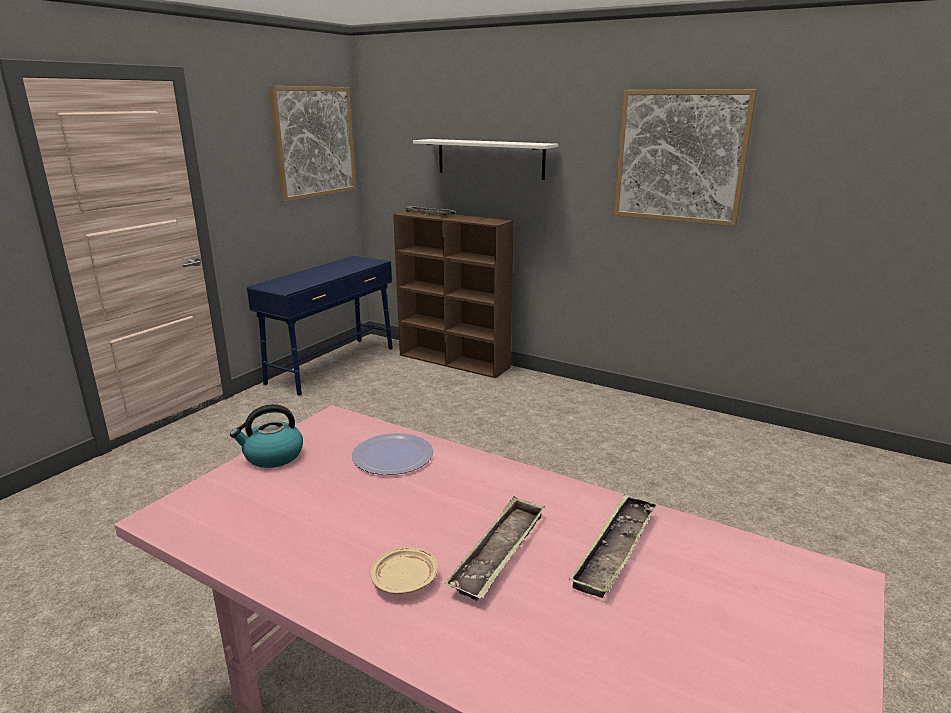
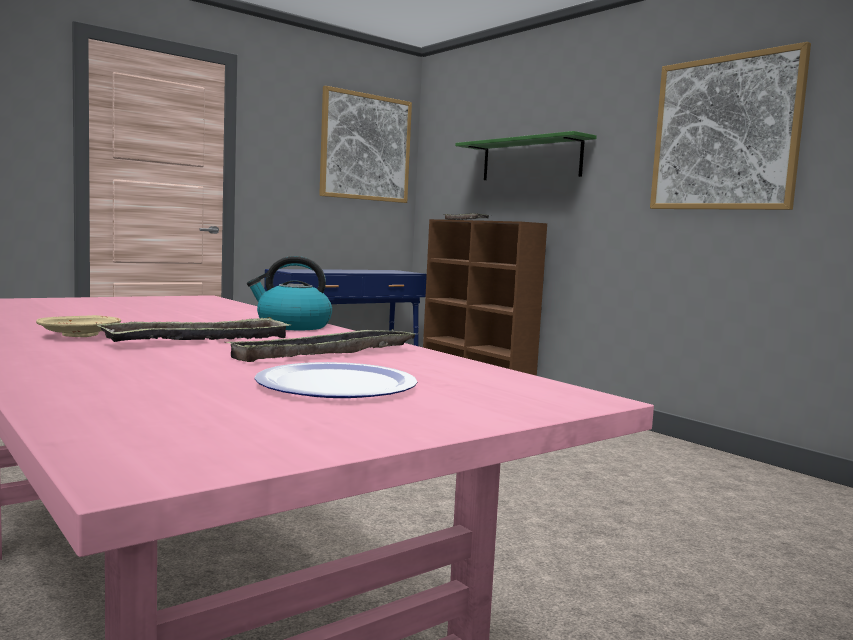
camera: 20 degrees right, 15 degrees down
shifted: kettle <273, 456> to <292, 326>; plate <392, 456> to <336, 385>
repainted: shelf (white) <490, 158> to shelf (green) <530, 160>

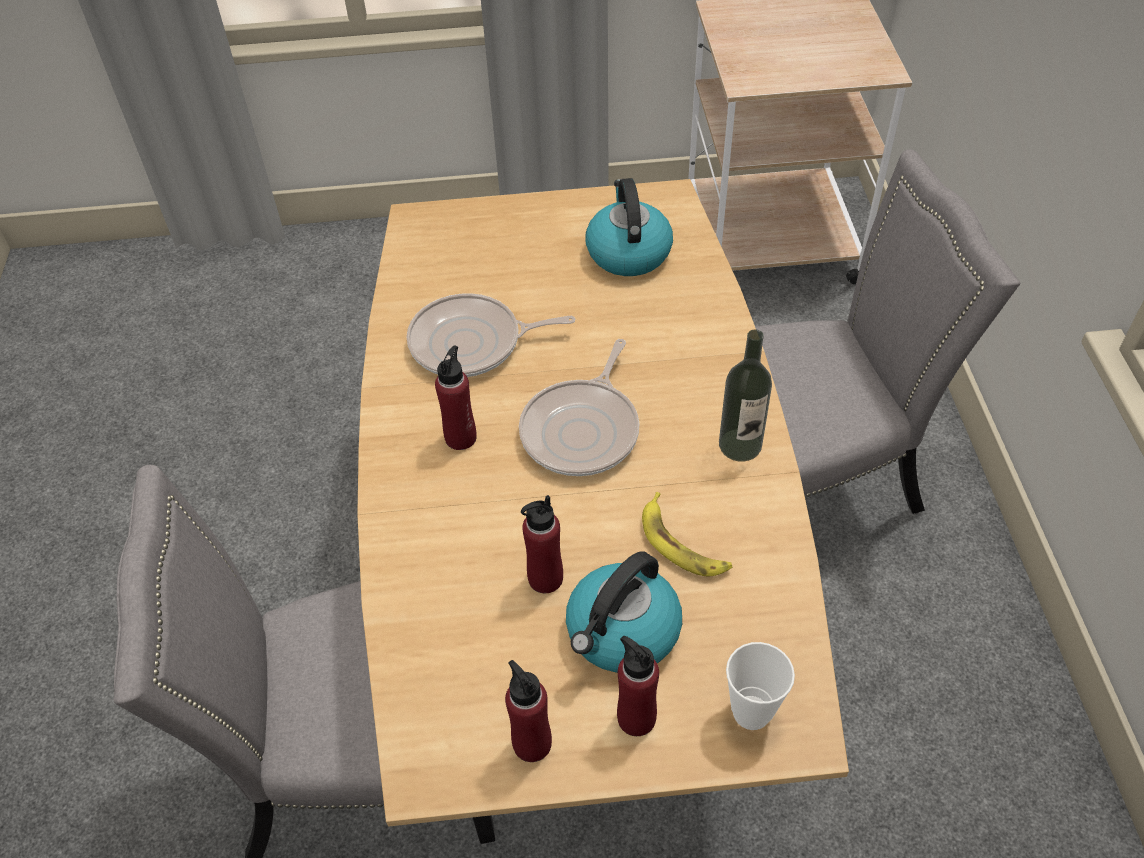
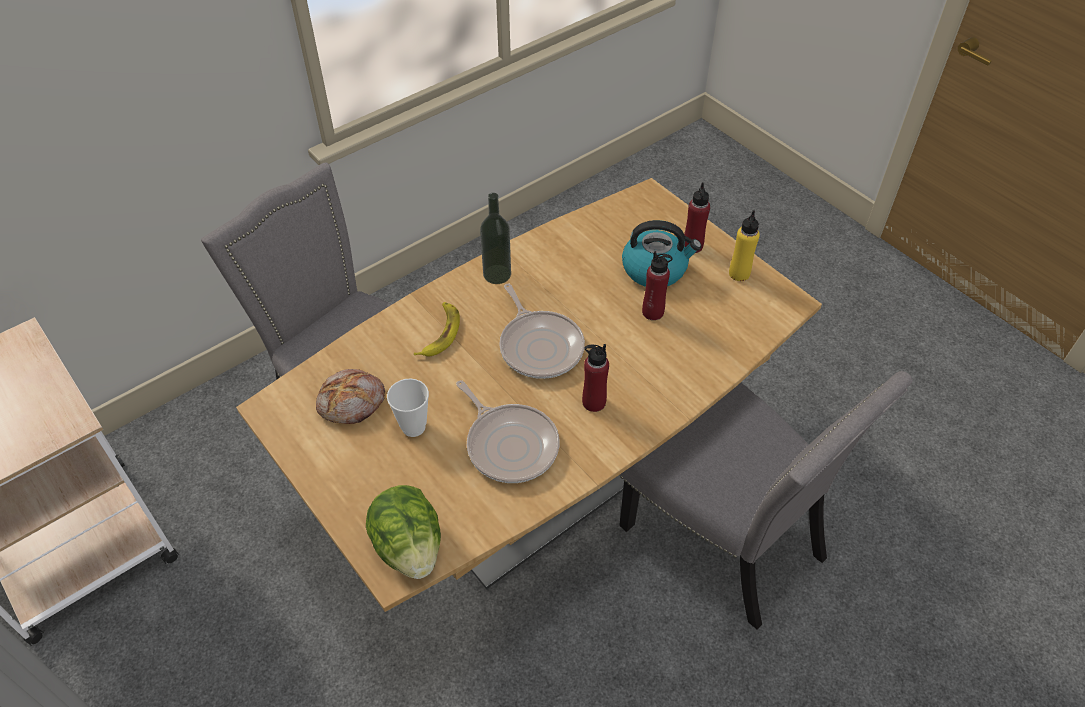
camera: 125 degrees left, 0 degrees up
new: lettuce <409, 547>
shifted: banana <682, 543> to <440, 333>; cup <751, 712> to <413, 427>
swapped: kettle <628, 252> to bread <352, 403>
repainted: bottle (red) <532, 743> to bottle (yellow) <739, 273>
rotated: frying pan <583, 430> = <540, 346> 75 degrees clockwise

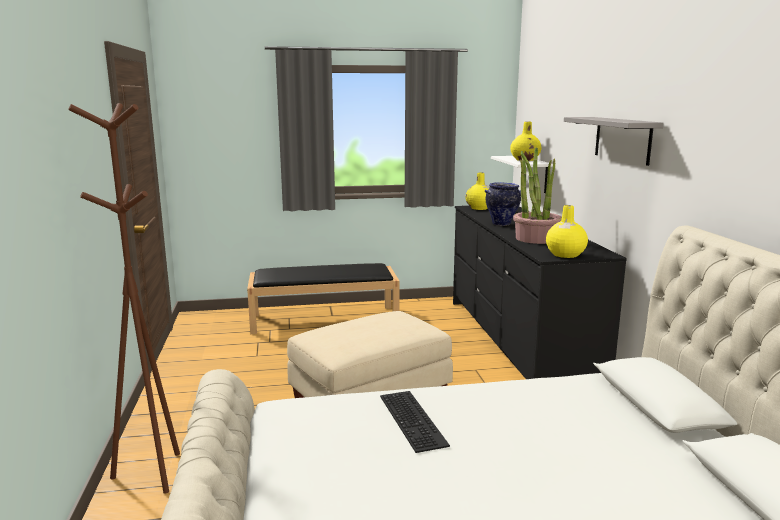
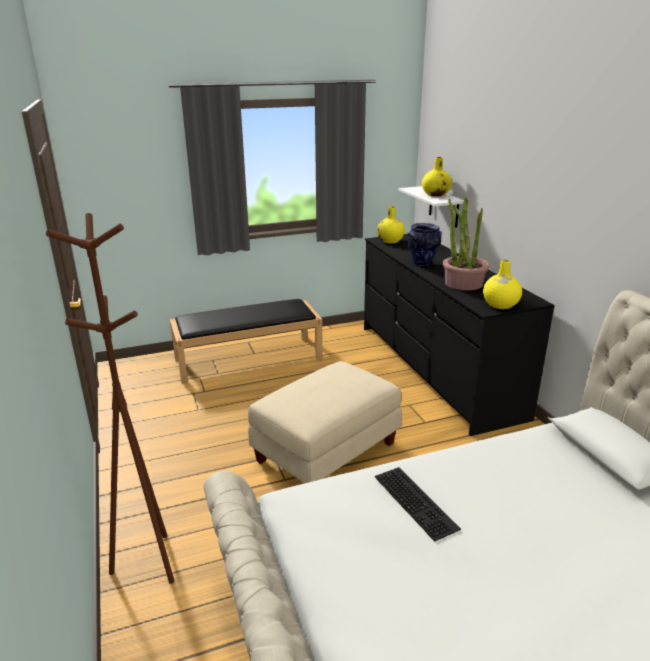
camera: 10 degrees left, 10 degrees up
gone: shelf (grey) <622, 139>

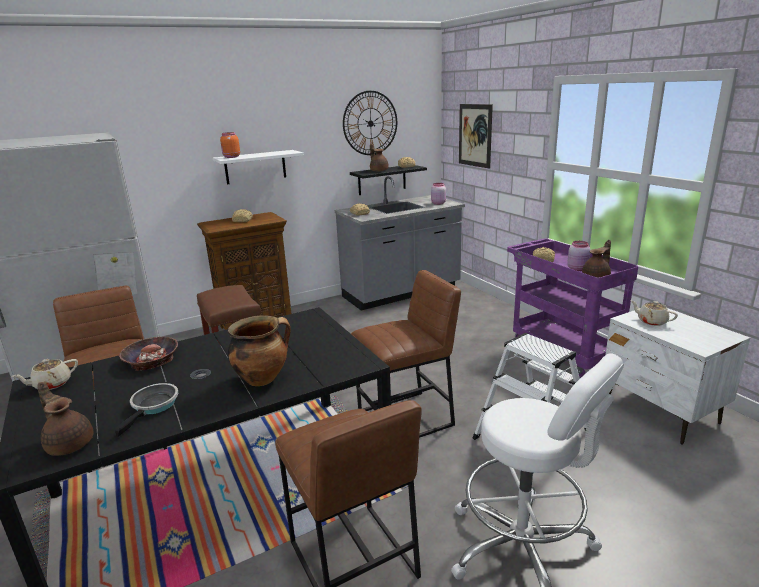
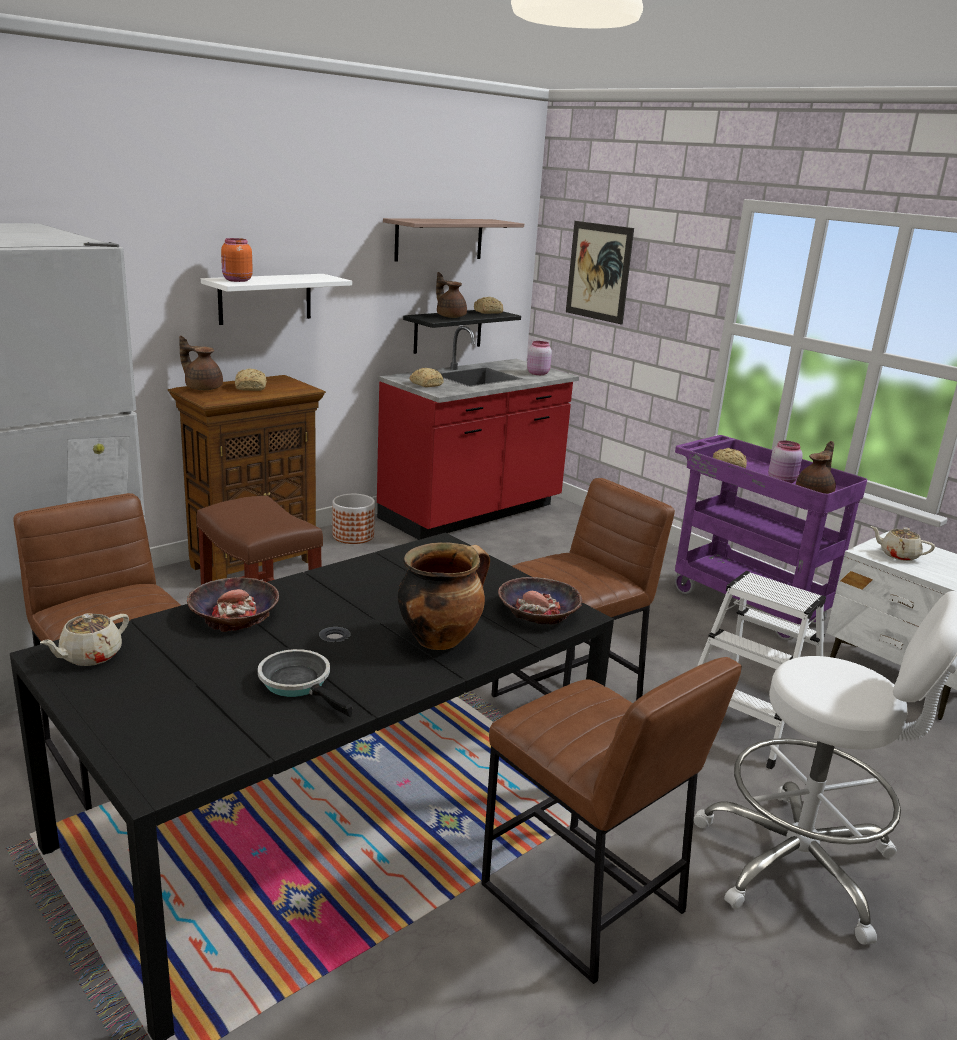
camera: 15 degrees left, 0 degrees up
new: planter <353, 536>; bowl <539, 612>
shifted: teapot (brown) <70, 443> to <203, 388>
swapped: wall clock <370, 123> to shelf <439, 239>
repainted: counter (grey) <402, 293> to counter (red) <472, 513>
rotated: frying pan <153, 406> = <299, 684> 45 degrees counterclockwise

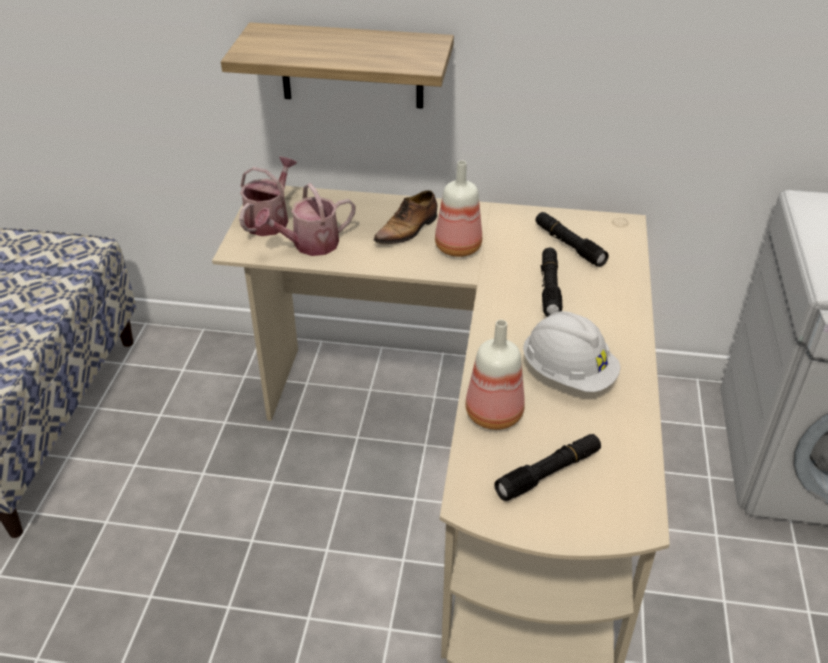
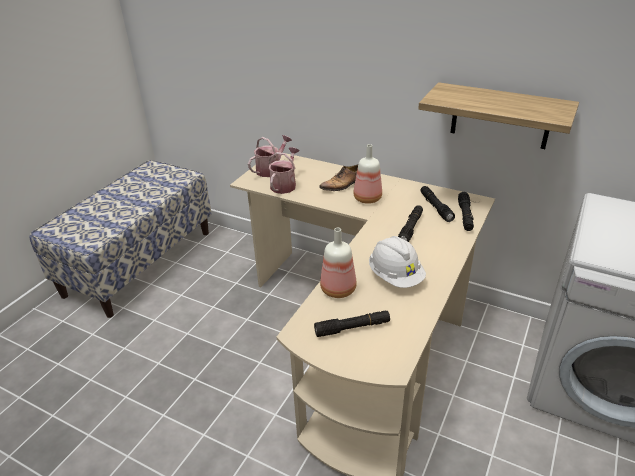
camera: 20 degrees right, 5 degrees down
new: flashlight (black) <465, 216>
shifted: shelf <351, 66> to <500, 116>
rotated: watering can <309, 245> = <284, 185> 120 degrees clockwise

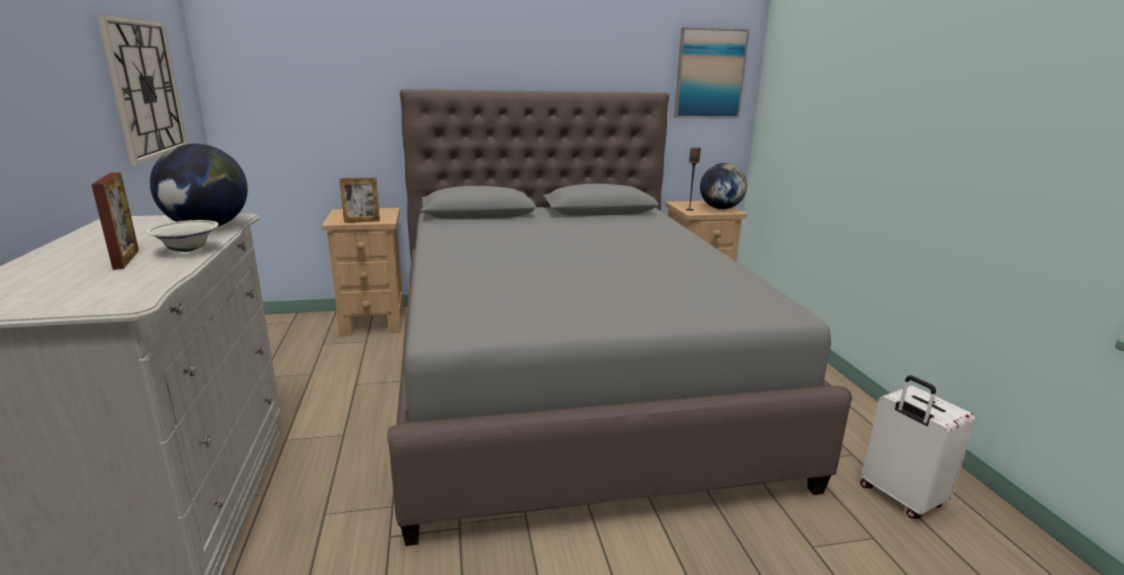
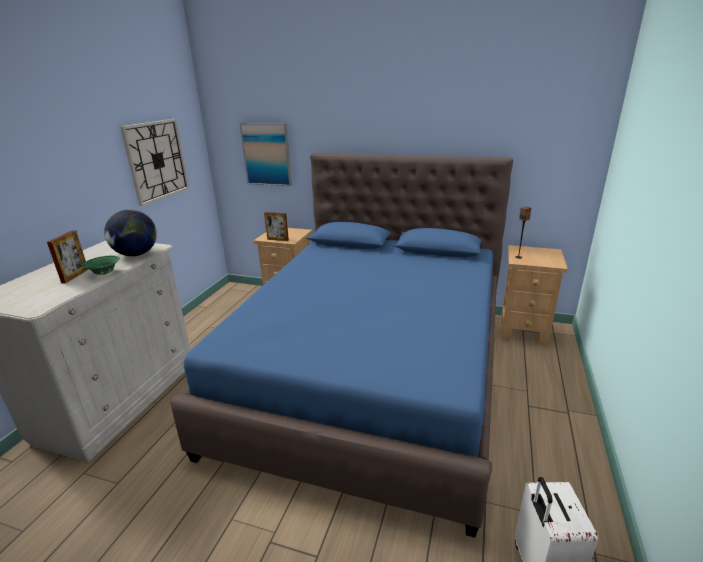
camera: 30 degrees right, 5 degrees up
gone: globe <720, 208>
shifted: picture <709, 74> to <267, 154>
repainted: bowl (white) <188, 250> to bowl (green) <104, 273>; bed (grey) <569, 377> to bed (blue) <372, 373>

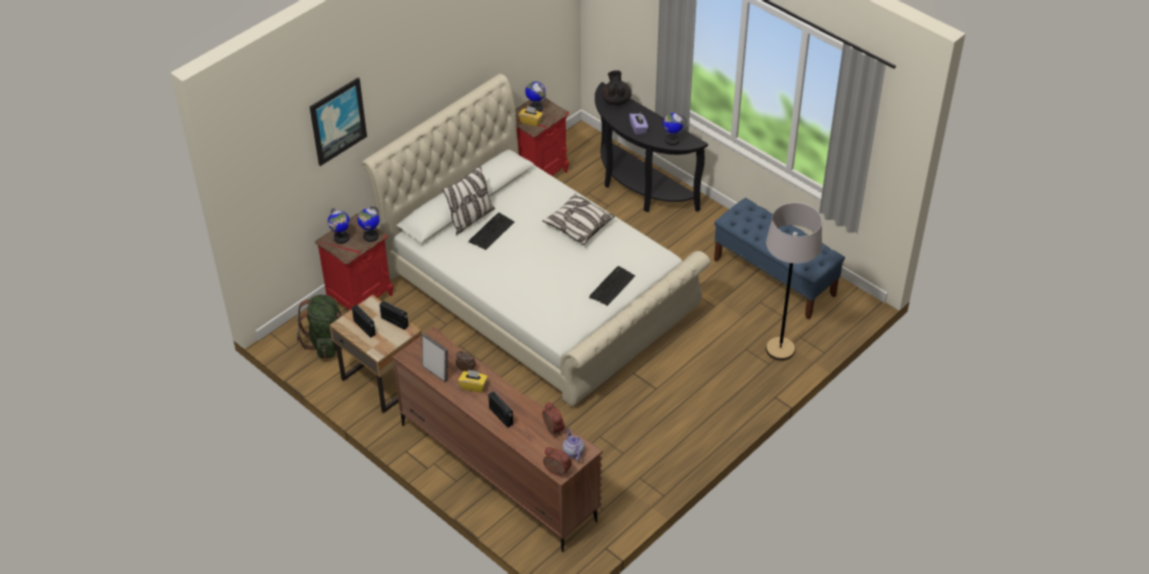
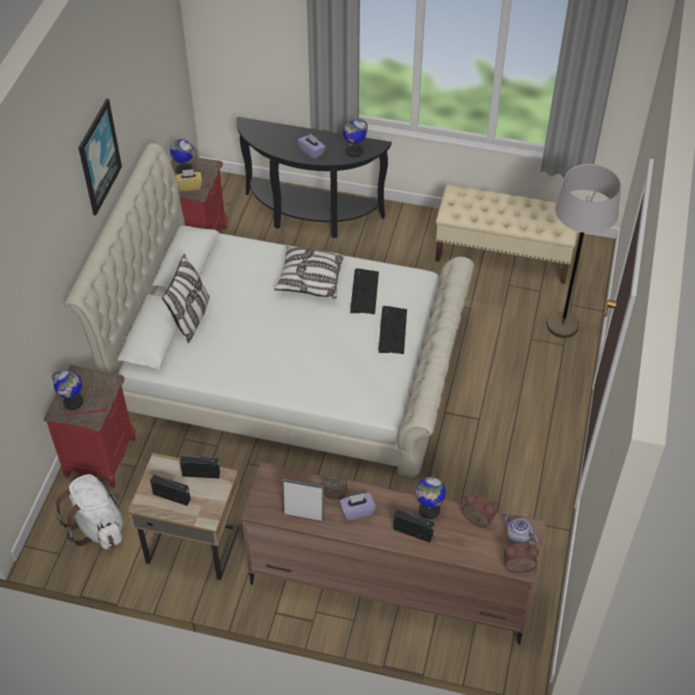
camera: 30 degrees left, 5 degrees up
gone: teapot (black) <616, 100>
shifted: picture <337, 121> to <98, 157>; globe <370, 236> to <429, 510>; keyboard <491, 232> to <364, 292>
repainted: backpack (green) <326, 342> to backpack (white) <98, 526>; tissue box (yellow) <473, 386> to tissue box (purple) <357, 511>; bench (blue) <774, 277> to bench (beige) <503, 255>

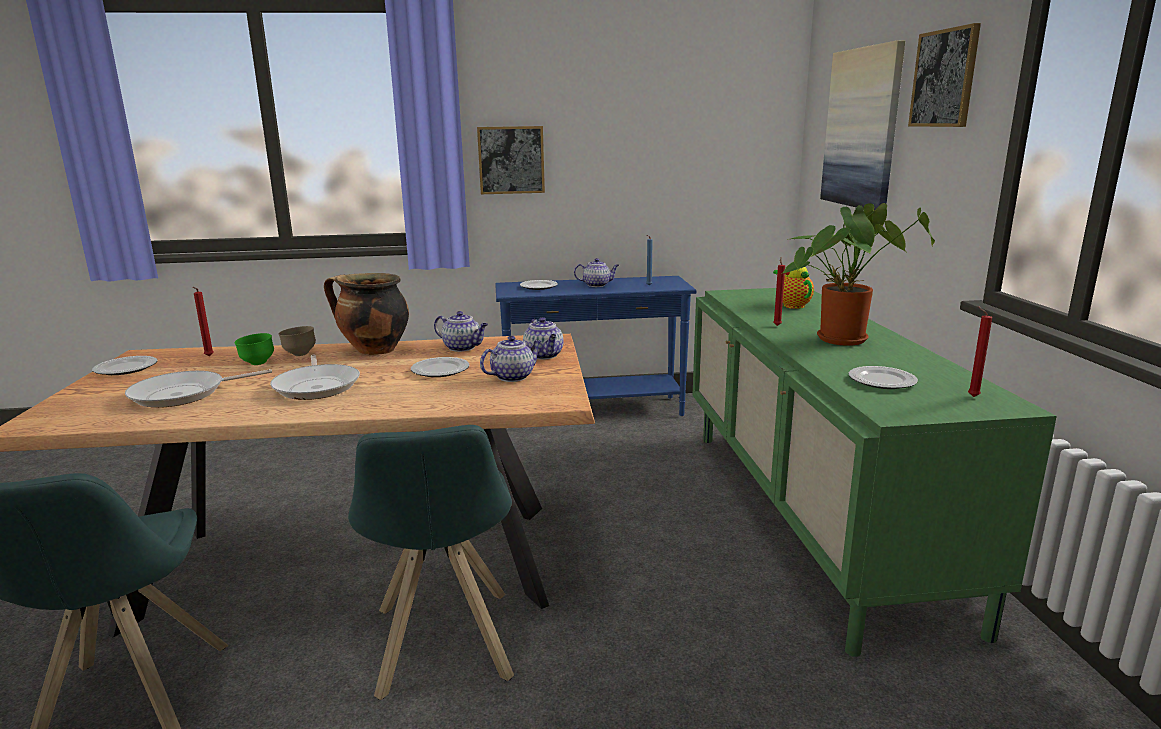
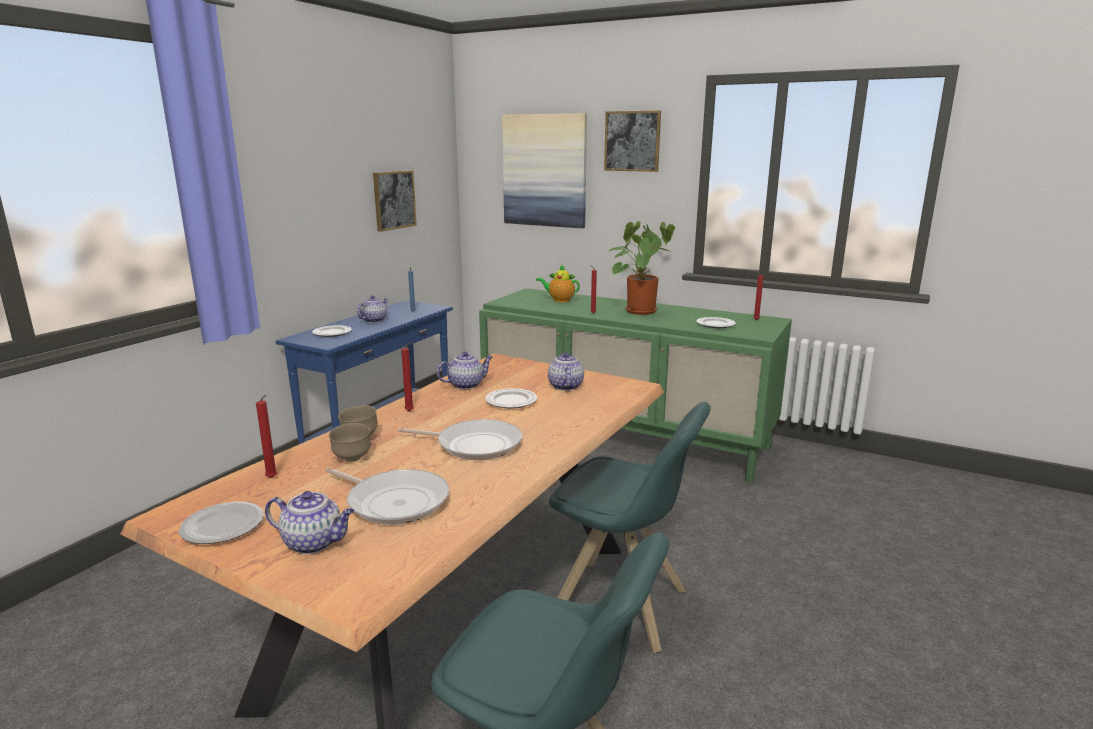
camera: 55 degrees left, 0 degrees up
shifted: picture <511, 160> to <394, 200>; teapot <544, 356> to <314, 543>
swapped: cooking pot <373, 351> to candle (red) <410, 411>
repainted: bowl (green) <257, 363> to bowl (brown) <352, 459>
rotated: frying pan <184, 394> = <394, 502> 60 degrees counterclockwise

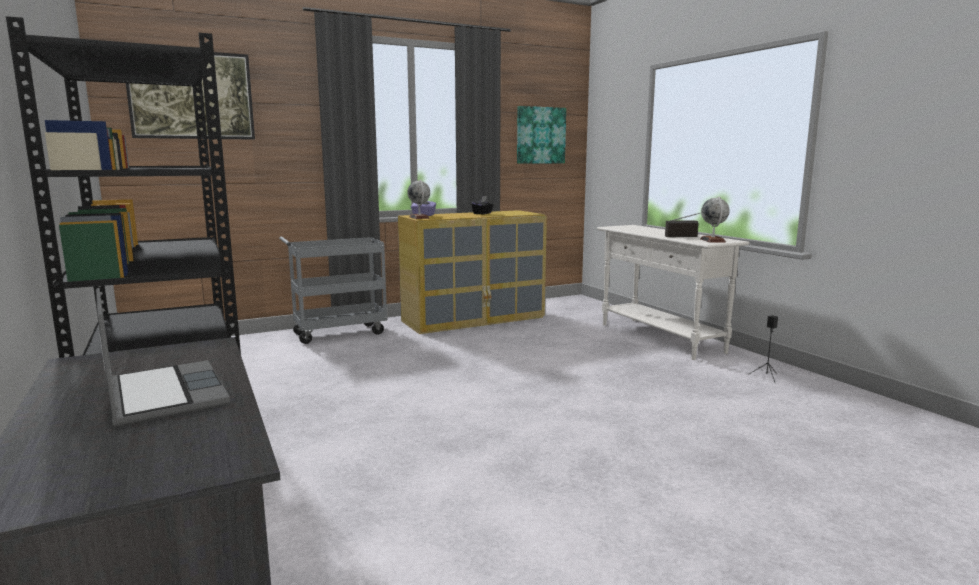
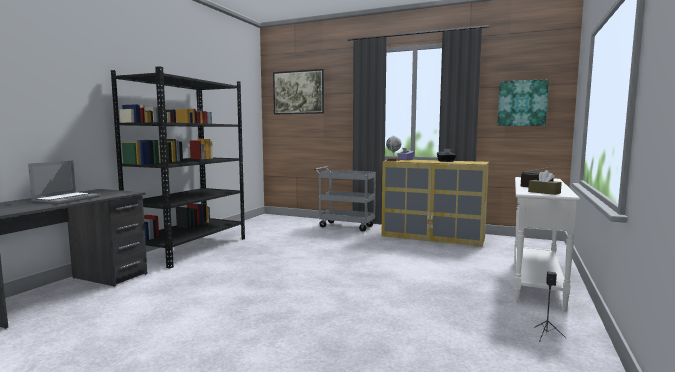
camera: 50 degrees right, 5 degrees down
swapped: globe <712, 240> to tissue box (brown) <544, 192>

